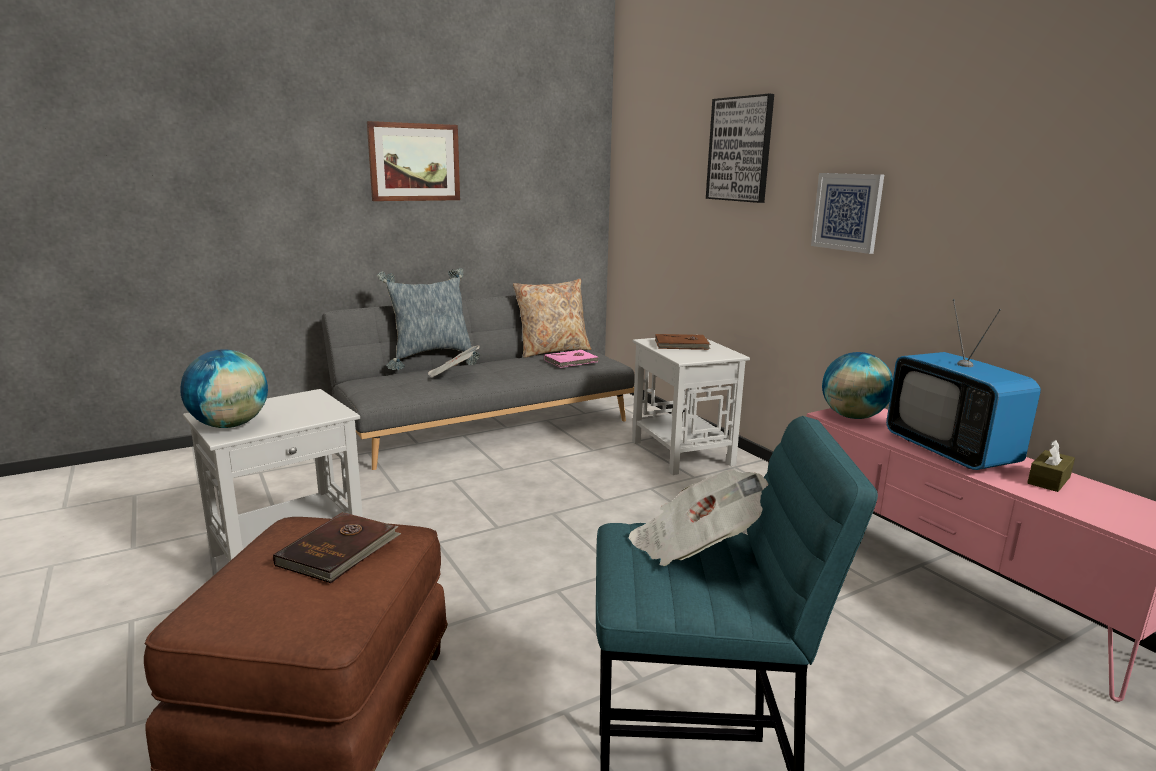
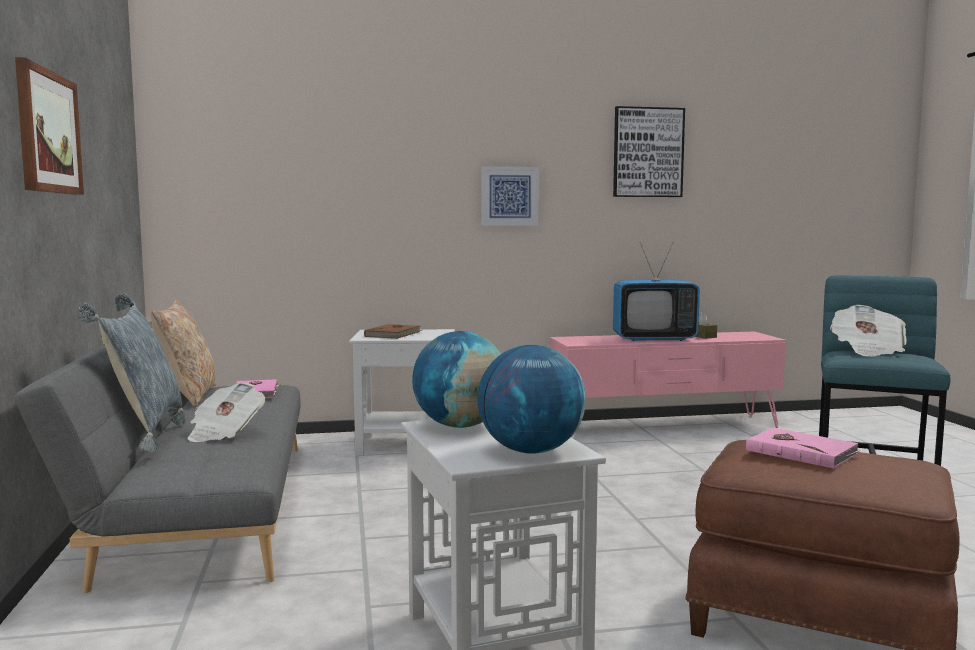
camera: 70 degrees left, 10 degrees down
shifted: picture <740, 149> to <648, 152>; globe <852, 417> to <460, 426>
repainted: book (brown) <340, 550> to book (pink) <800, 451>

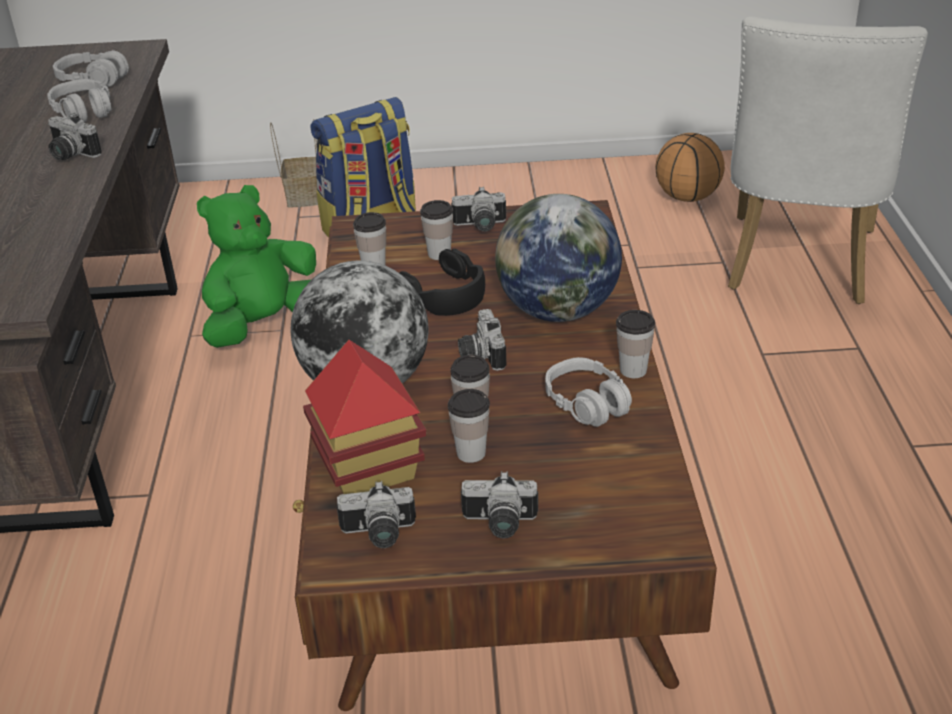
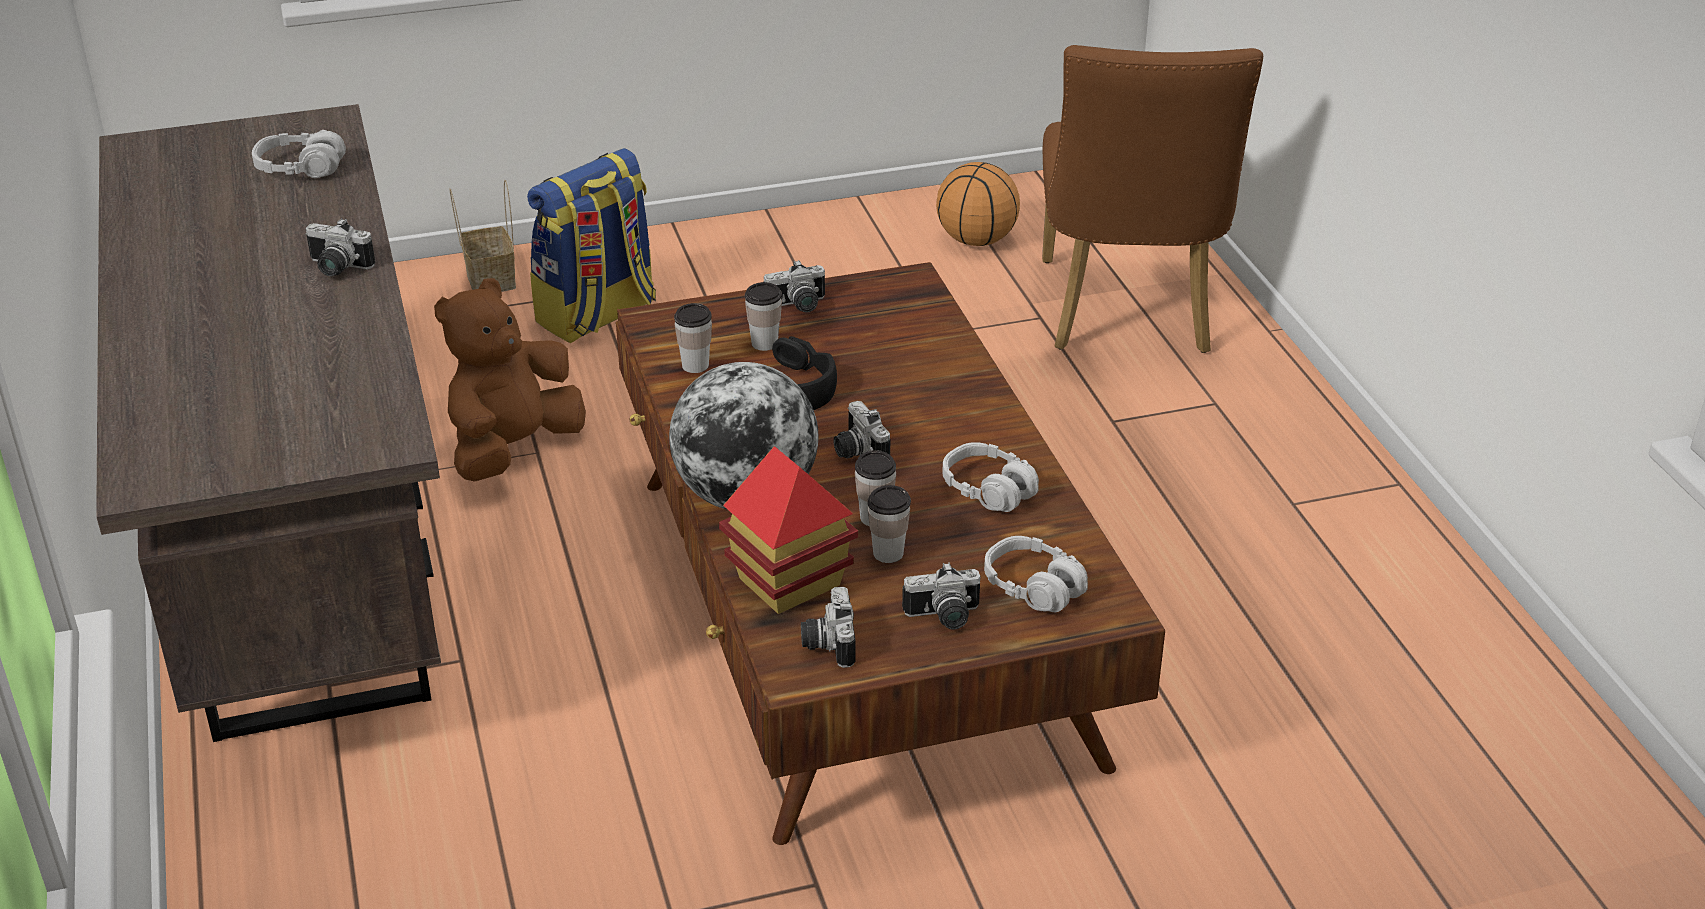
camera: 15 degrees left, 0 degrees up
gone: globe <558, 311>; cup <633, 370>
shifted: headphones (grey) <84, 112> to <1034, 587>
repainted: plush toy (green) <264, 326> to plush toy (brown) <513, 449>; chair (white) <798, 266> to chair (brown) <1127, 315>
rotated: photo camera <379, 535> = <827, 643> 105 degrees clockwise

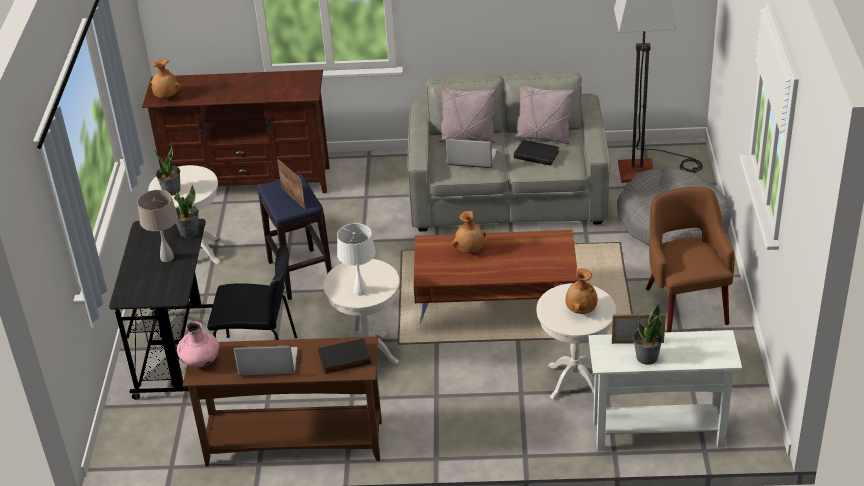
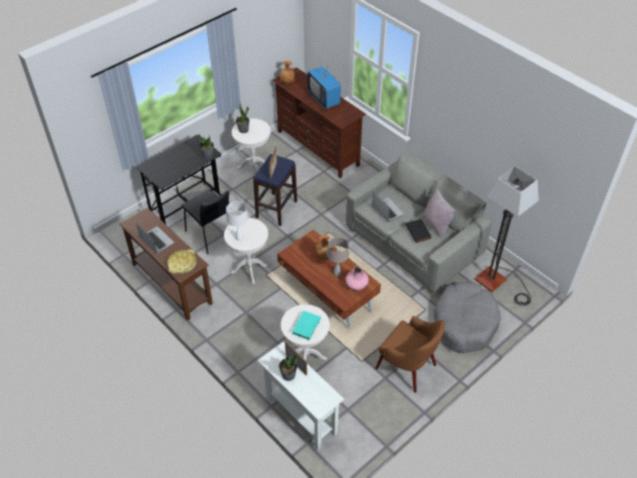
camera: 45 degrees right, 10 degrees up
gone: pillow (purple) <468, 139>
new: television <324, 99>
shifted: table lamp (beige) <167, 258> to <337, 272>; vase (pink) <200, 361> to <356, 285>
swapped: book (black) <344, 359> to tray (yellow) <182, 264>; vase (brown) <580, 309> to book (turquoise) <305, 326>
rotated: armchair (brown) <685, 304> = <407, 367> 90 degrees clockwise

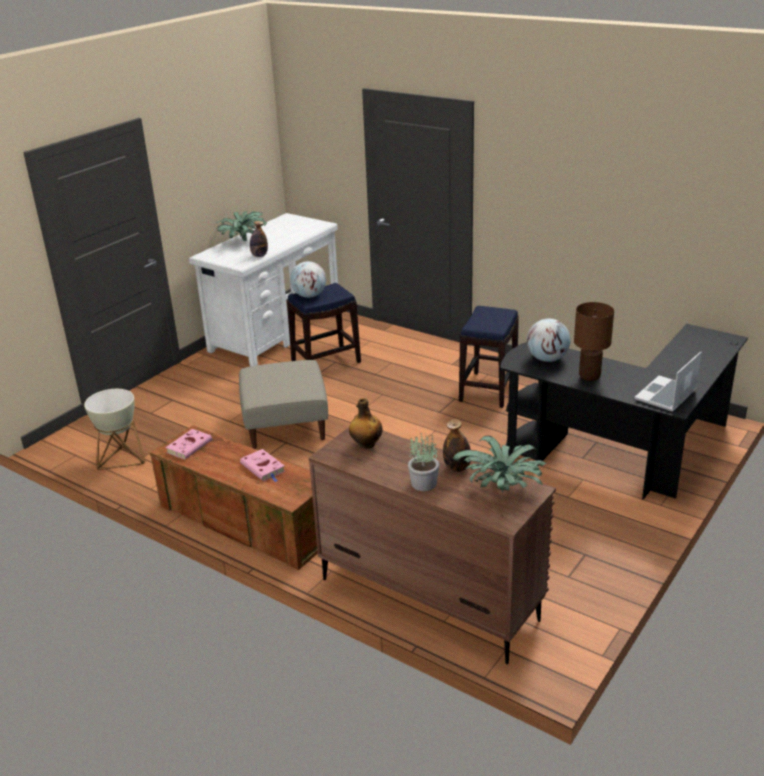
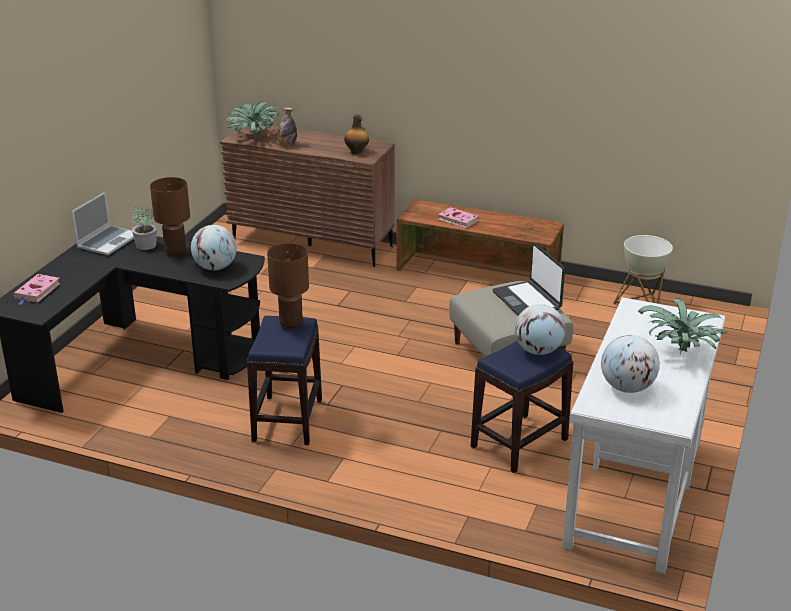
camera: 165 degrees right, 0 degrees up
gone: bottle <259, 255>
new: table lamp (brown) <291, 325>; laptop <527, 300>; globe <627, 388>
shifted: book (pink) <190, 446> to <37, 292>; potted plant <424, 483> to <146, 245>

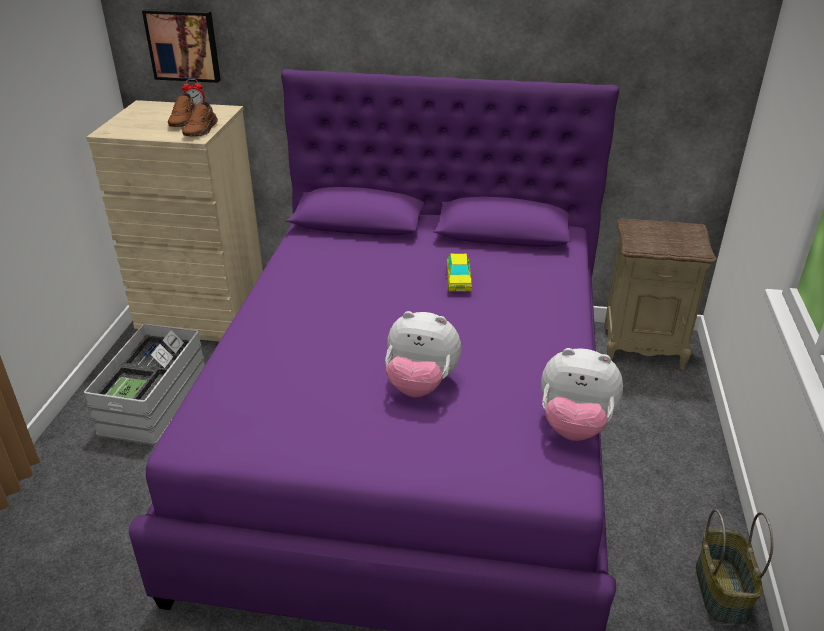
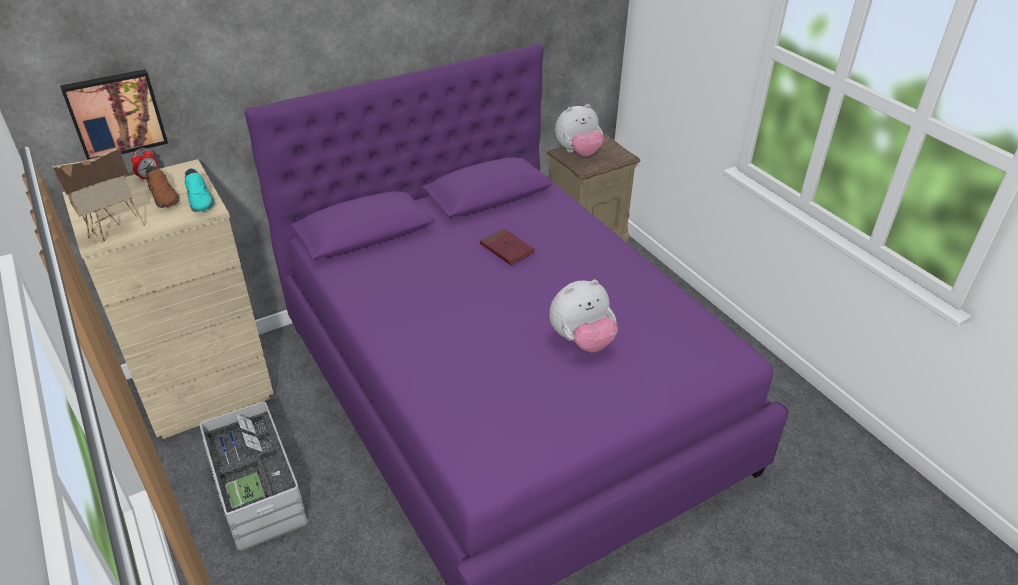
camera: 40 degrees left, 5 degrees up
gone: basket <722, 591>
new: toy house <115, 231>
shifted: plush toy <574, 425> to <578, 153>
swapped: toy car <458, 281> to book (red) <507, 249>
repainted: shoe (brown) <202, 130> to shoe (turquoise) <201, 200>

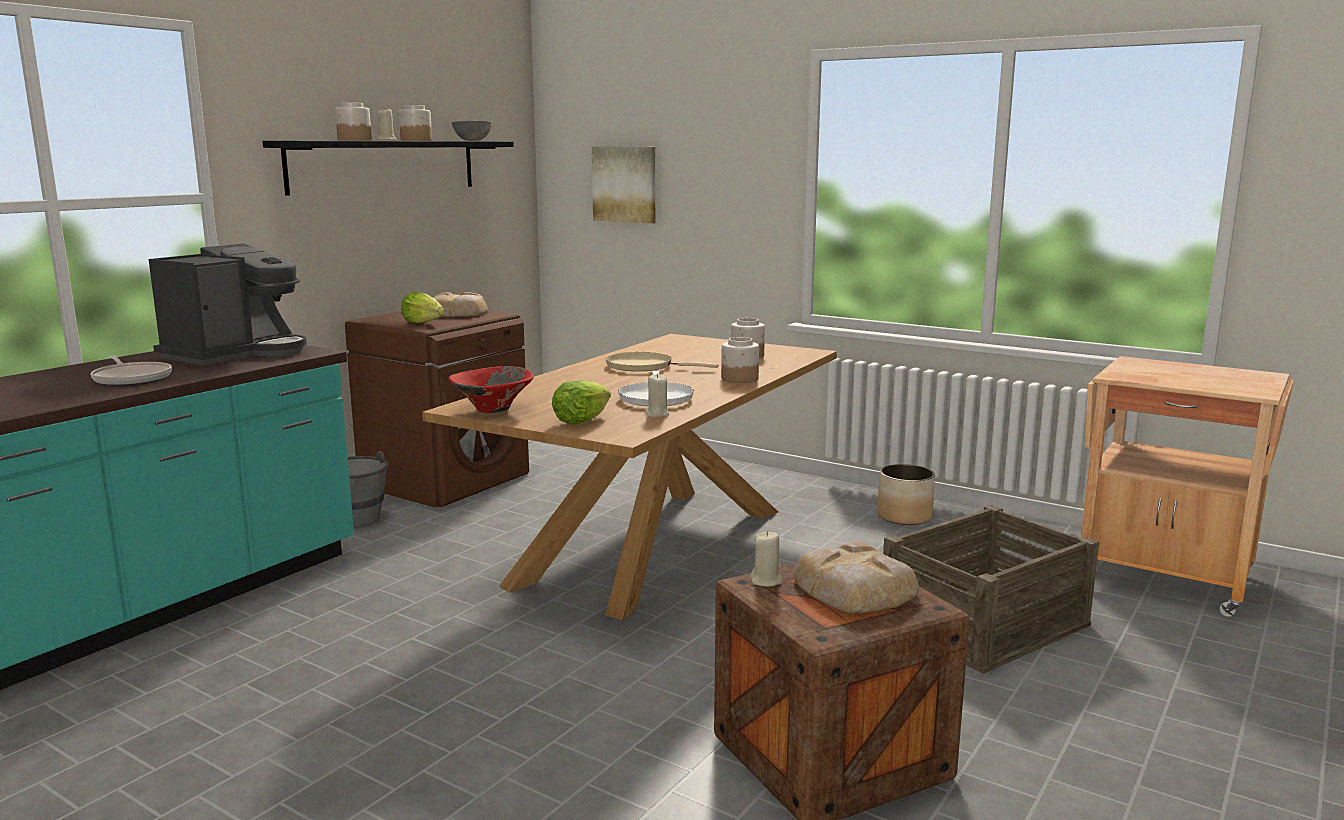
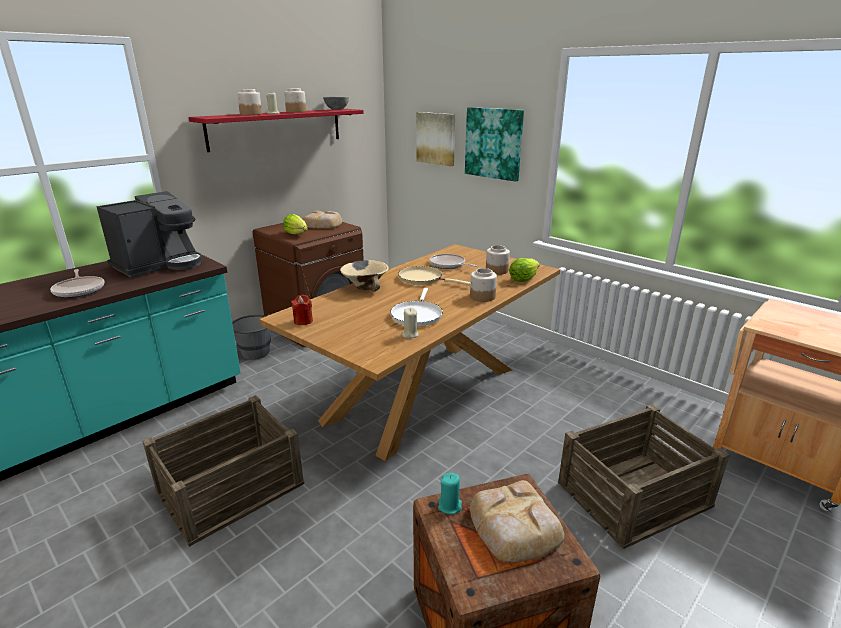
camera: 10 degrees right, 10 degrees up
gone: planter <904, 516>
new: crate <229, 487>; bowl (beige) <365, 287>; frying pan <449, 265>; picture <494, 143>
shifted: lettuce <580, 421> to <523, 279>
swapped: bowl (red) <492, 410> to candle (red) <303, 321>
repainted: shelf (black) <384, 166> to shelf (red) <277, 128>; candle (beige) <766, 581> to candle (turquoise) <450, 506>

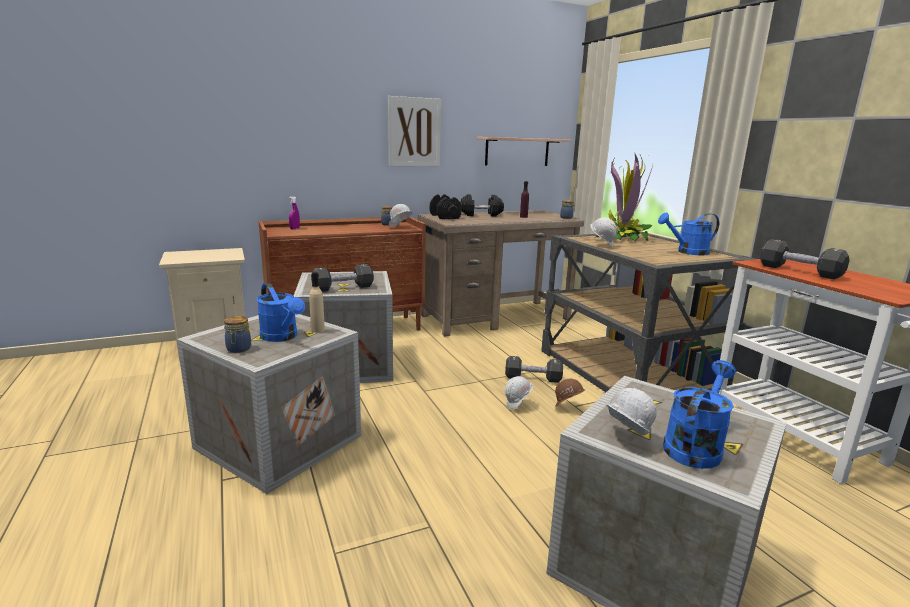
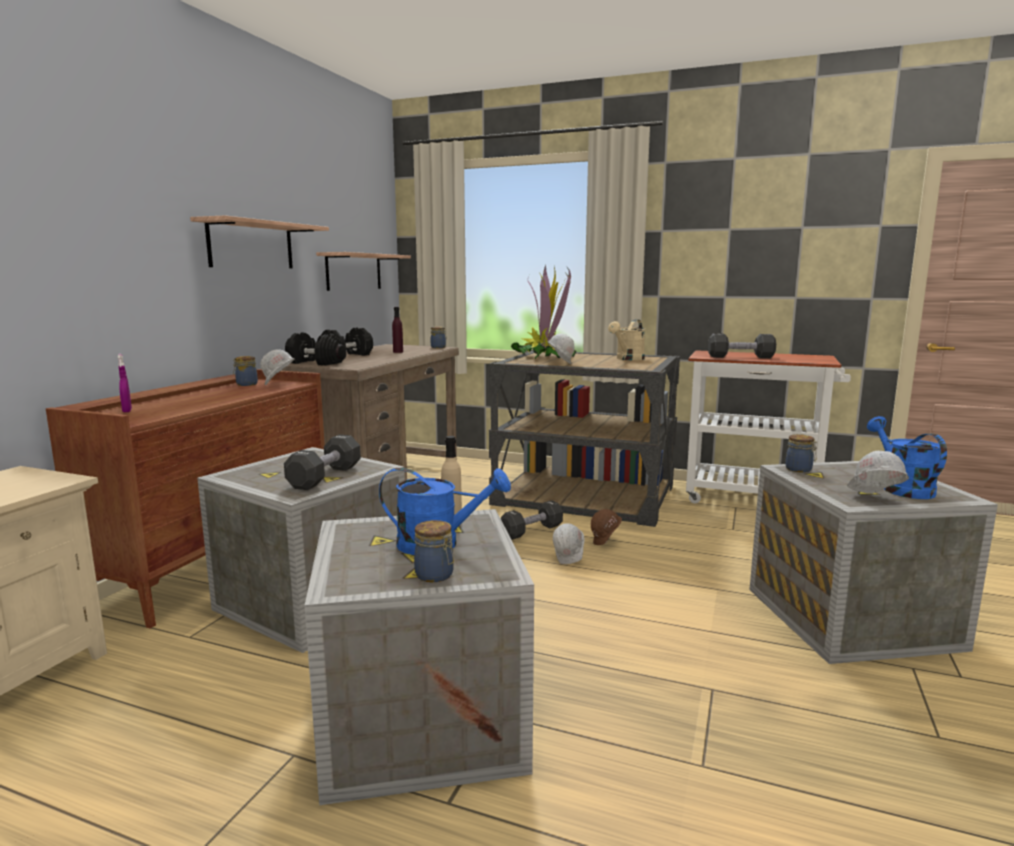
camera: 45 degrees left, 5 degrees down
new: jar <799, 469>
swapped: picture <414, 132> to shelf <251, 245>
repainted: watering can (blue) <687, 252> to watering can (beige) <628, 359>

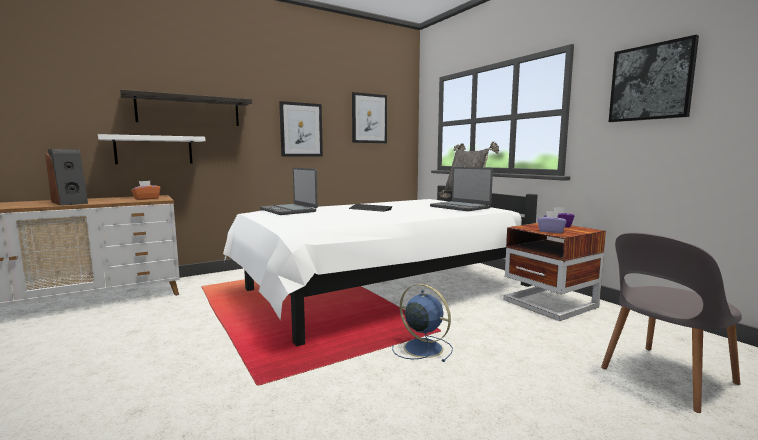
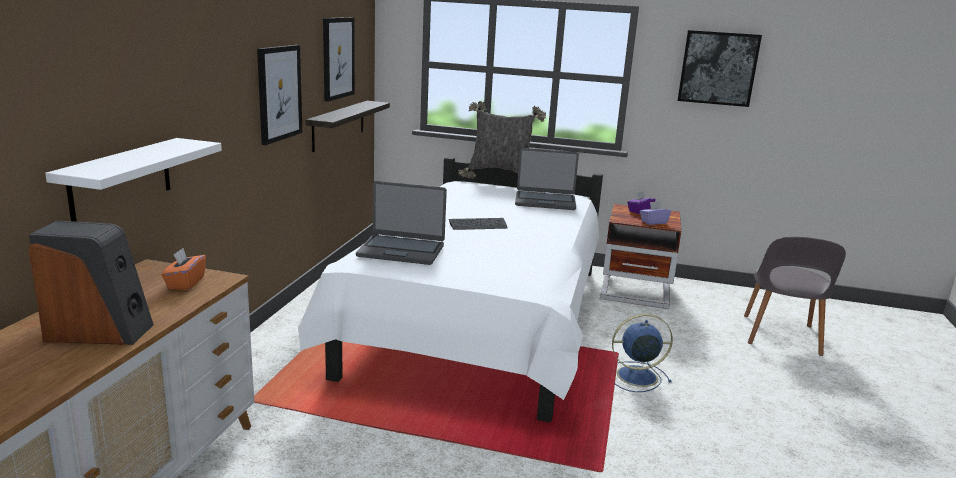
camera: 45 degrees left, 10 degrees up
shifted: shelf <189, 110> to <339, 125>

